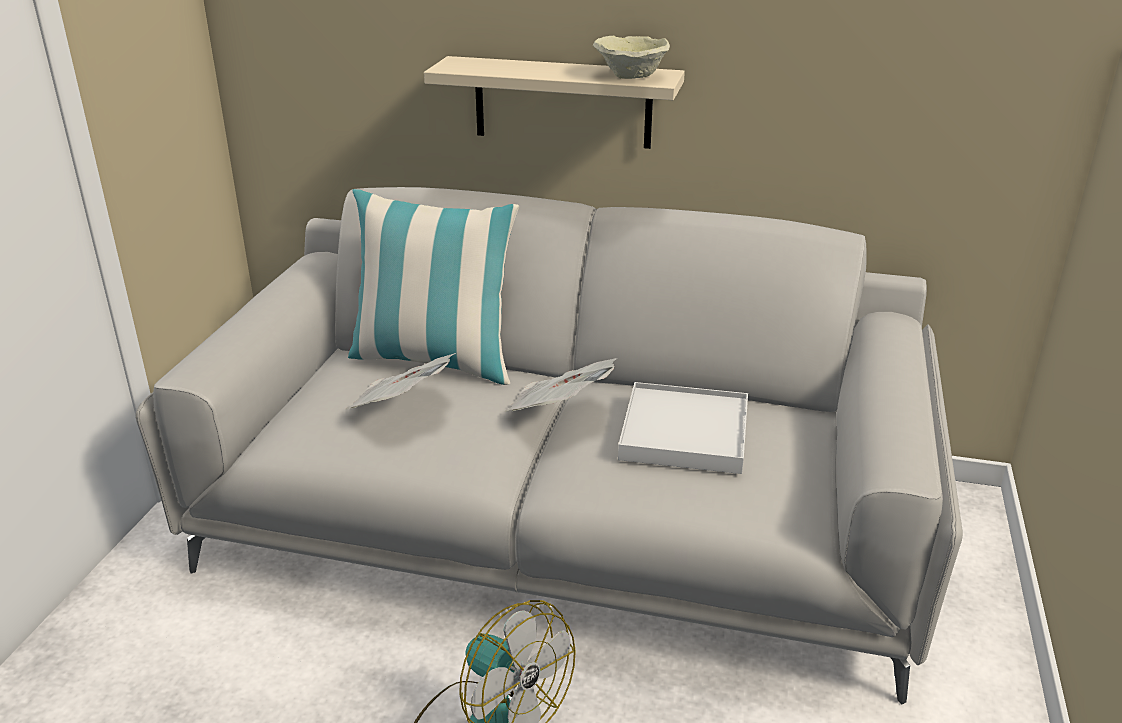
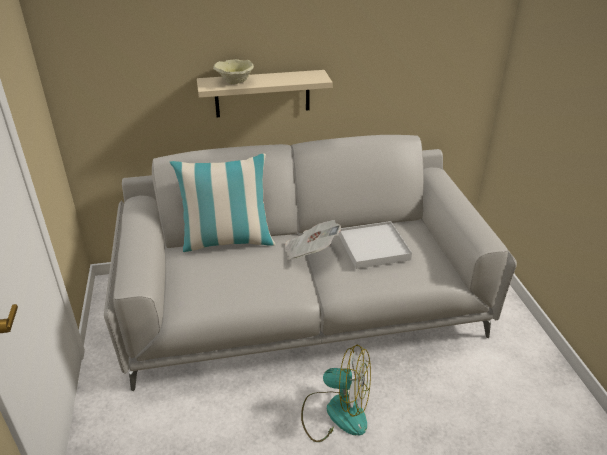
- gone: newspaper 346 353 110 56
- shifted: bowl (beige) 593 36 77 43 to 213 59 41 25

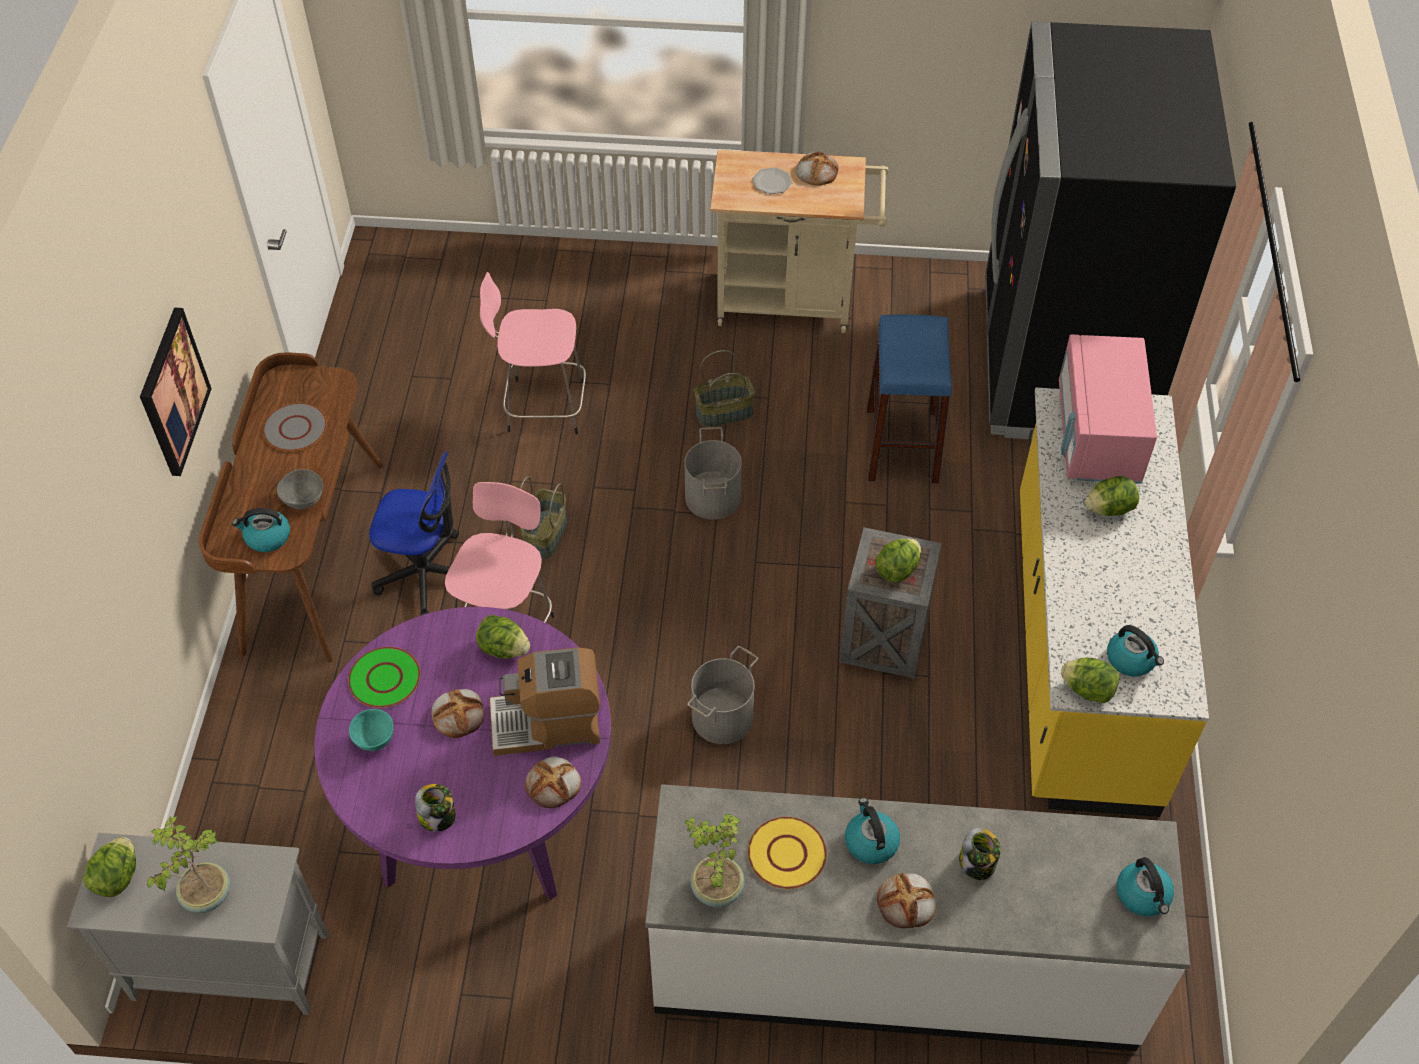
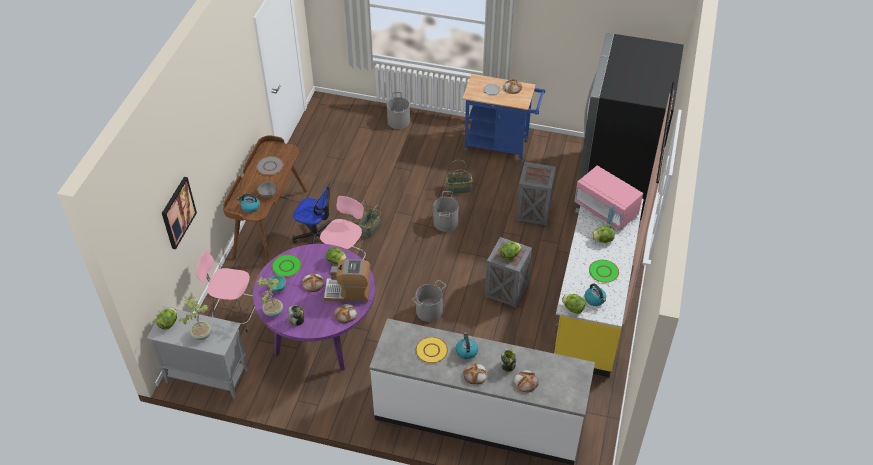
- shifted: picture 140 308 72 168 to 162 177 35 72
- shifted: stool (pink) 480 272 106 163 to 196 250 59 82
- shifted: potted plant 685 814 60 93 to 257 277 26 40
- repainted: cart (beige) 710 149 178 184 to cart (blue) 462 74 83 88
- swapped: stool (blue) 867 314 85 170 to crate 516 162 40 63
- rotated: microwave (pink) 1059 334 98 150 = 574 166 69 64 60 degrees counterclockwise
- gone: kettle 1117 857 57 59
- new: bucket (grey) 387 92 23 37
- new: bread 514 370 25 23
- new: plate (green) 589 260 30 23

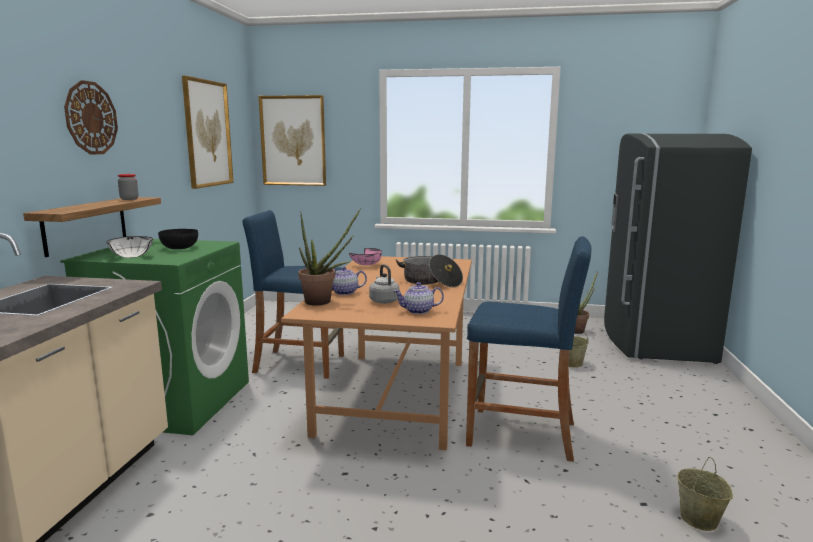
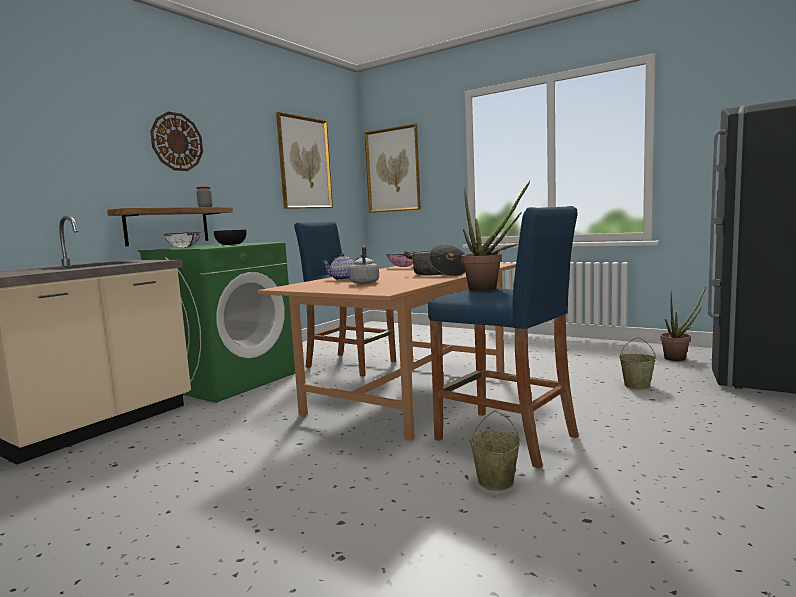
- shifted: potted plant 298 208 63 98 to 462 181 68 110
- gone: teapot 394 282 50 32
- shifted: bucket (beige) 677 457 56 74 to 469 411 51 80

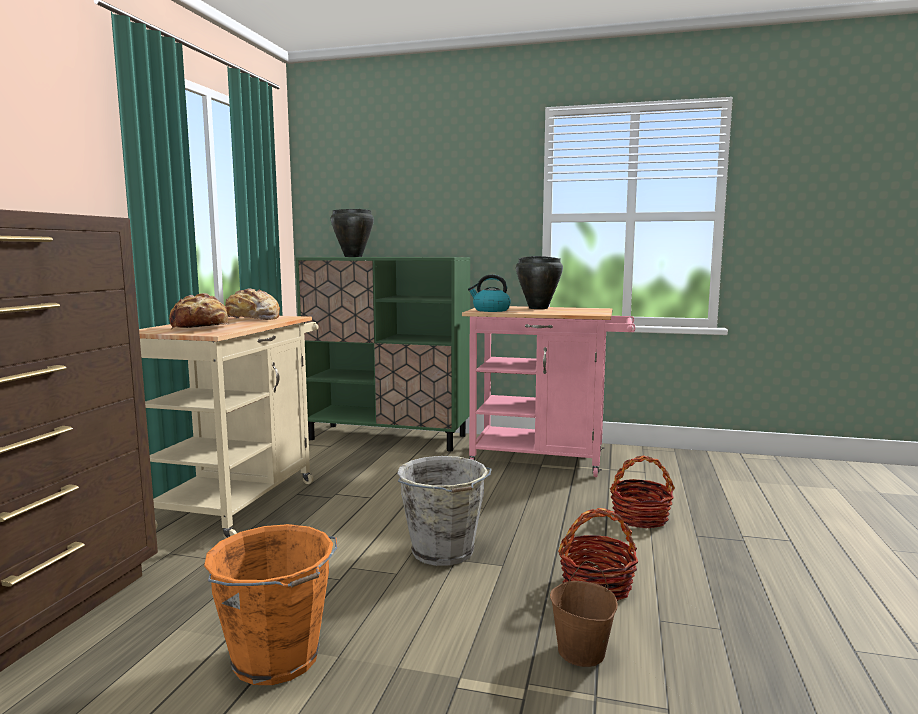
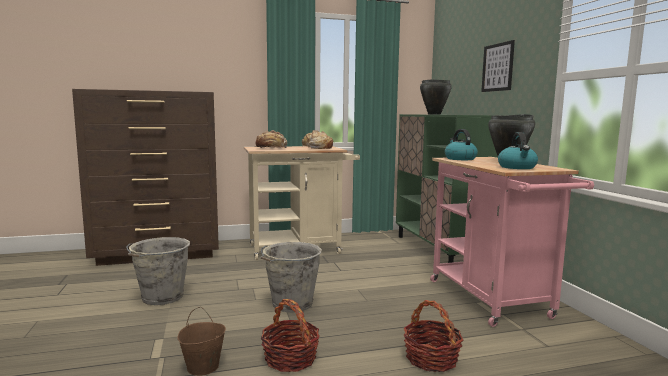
- repainted: bucket (orange) 204 524 134 161 to bucket (grey) 126 237 64 68
- new: picture 481 40 34 52
- new: kettle 498 132 40 37

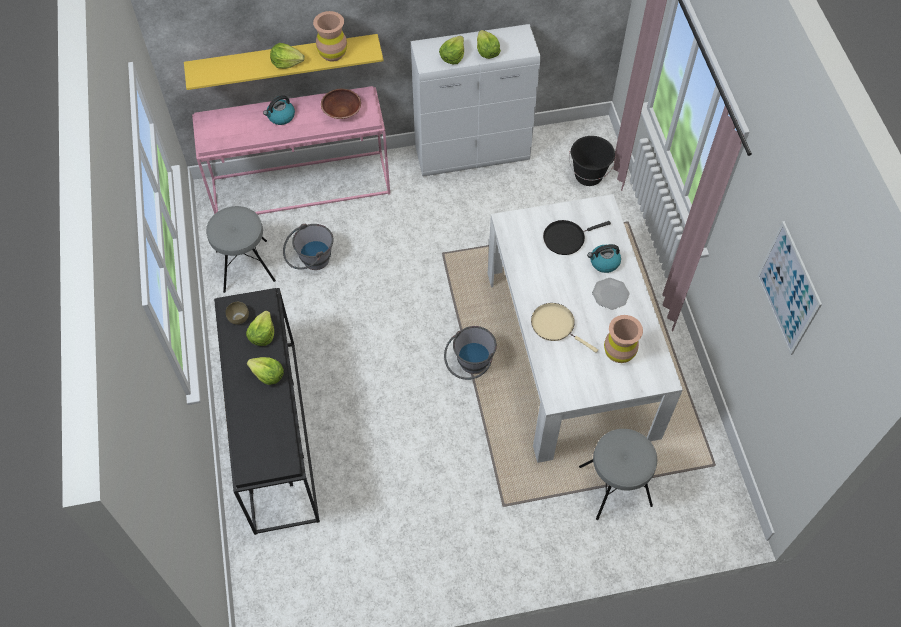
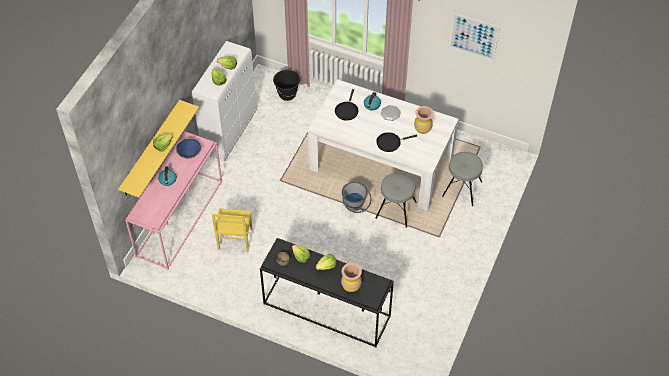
- shifted: stool (grey) 206 206 70 87 to 376 173 41 55
- swapped: bucket (grey) 283 224 51 46 to chair (yellow) 212 208 40 44
- shifted: vase (brown) 313 11 34 51 to 341 263 21 29
- repainted: bowl (brown) 321 89 40 30 to bowl (blue) 176 138 26 20
- repainted: frying pan (beige) 531 303 67 50 to frying pan (black) 376 132 41 20

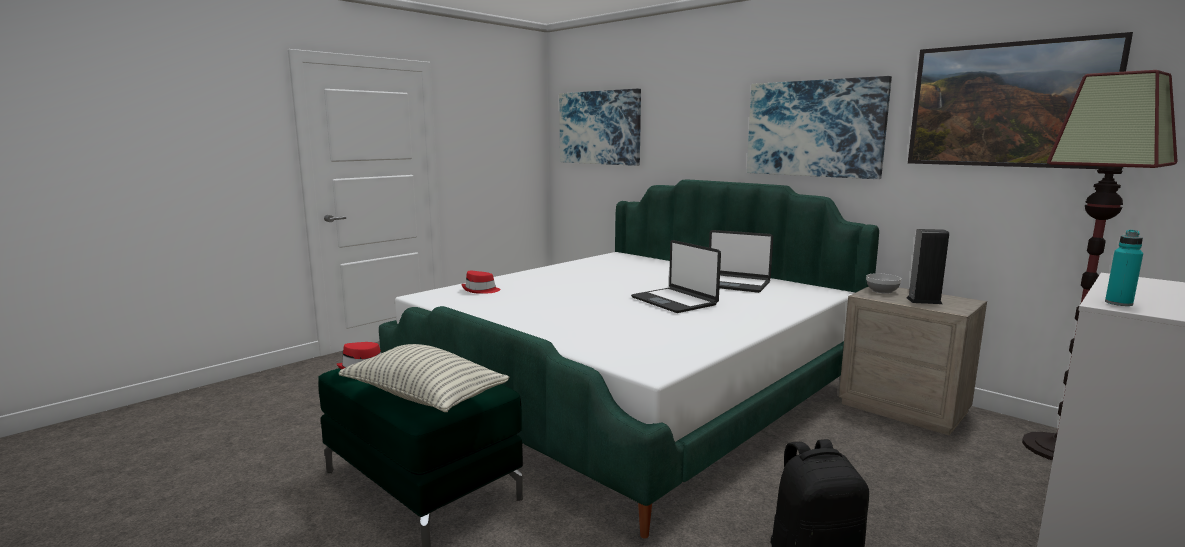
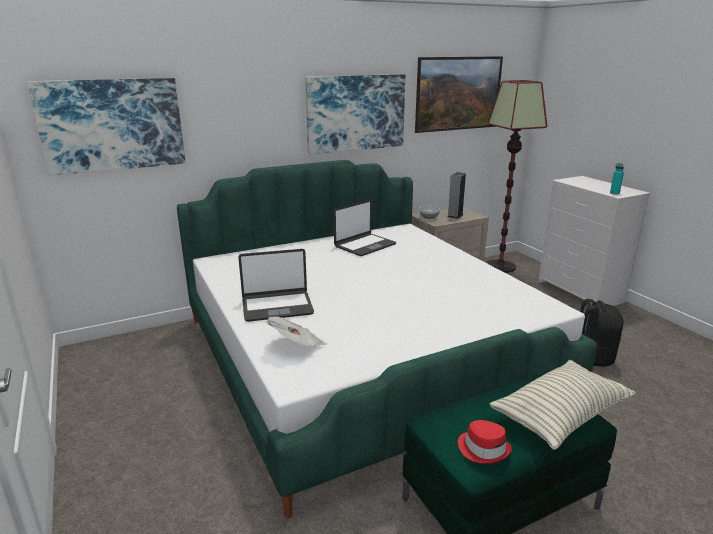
- swapped: hat (red) 461 271 40 23 to newspaper 264 317 63 30
- shifted: laptop 631 240 90 73 to 238 249 76 73

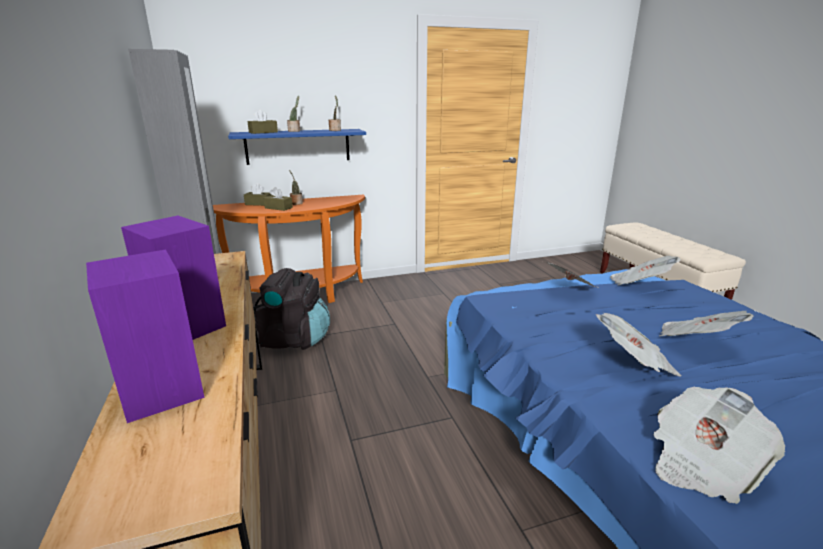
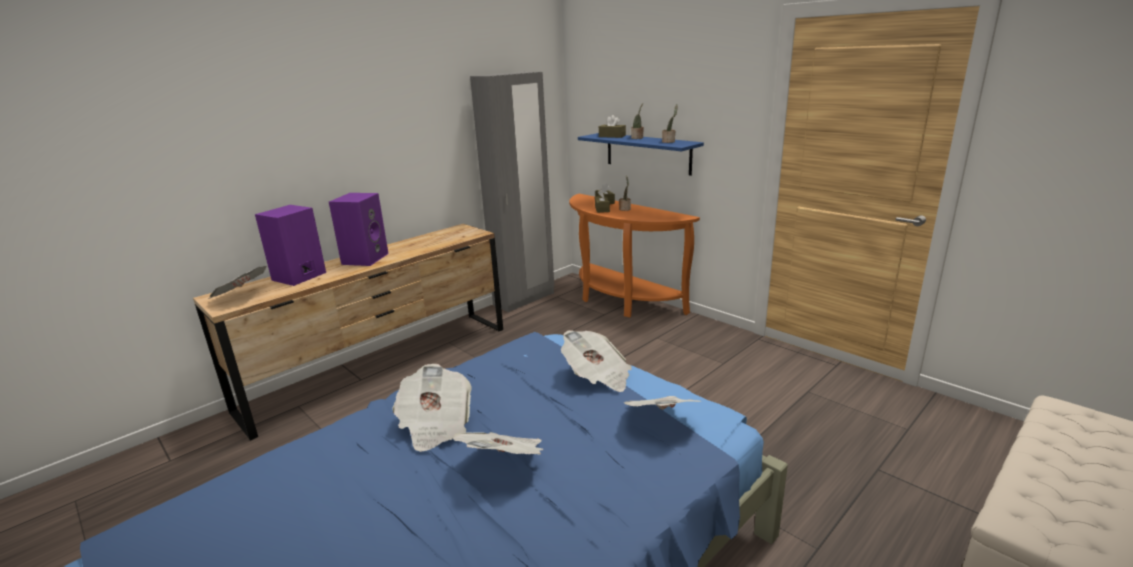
- gone: backpack (black) 254 268 76 82
- shifted: newspaper 653 387 132 117 to 208 266 59 33

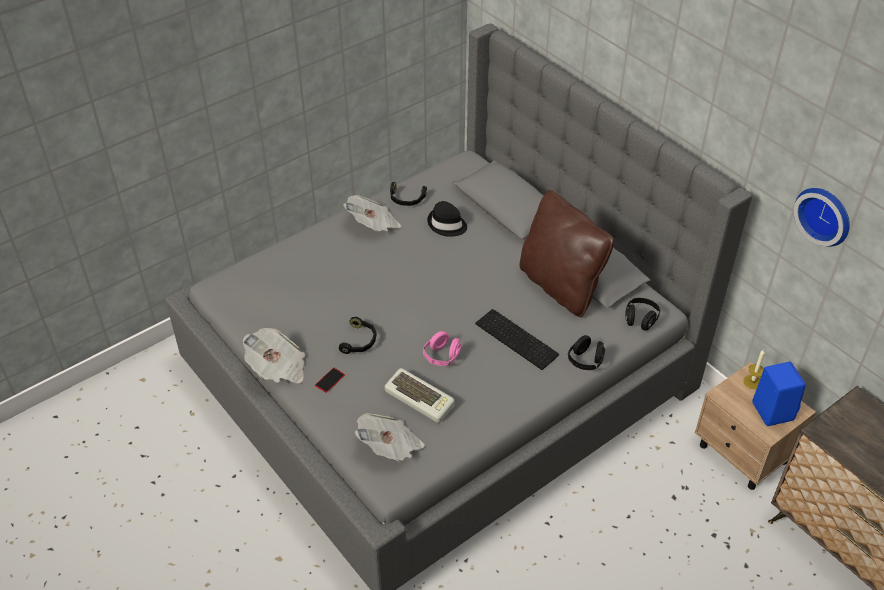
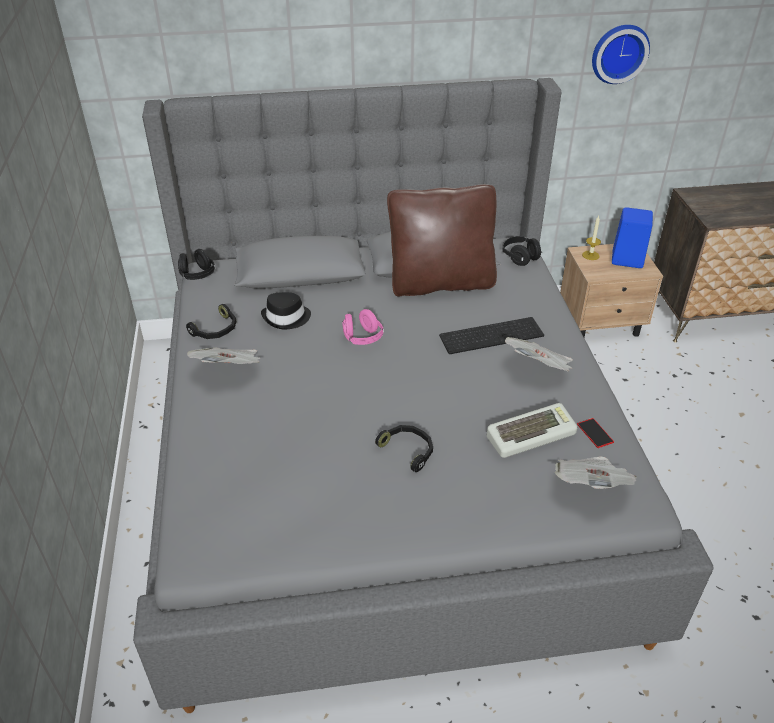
- shifted: newspaper 243 328 62 56 to 505 337 68 35
- shifted: phone 315 368 30 25 to 577 418 37 30
- shifted: headphones (pink) 423 331 38 35 to 342 309 42 36
- shifted: headphones (black) 567 335 38 35 to 178 249 37 31

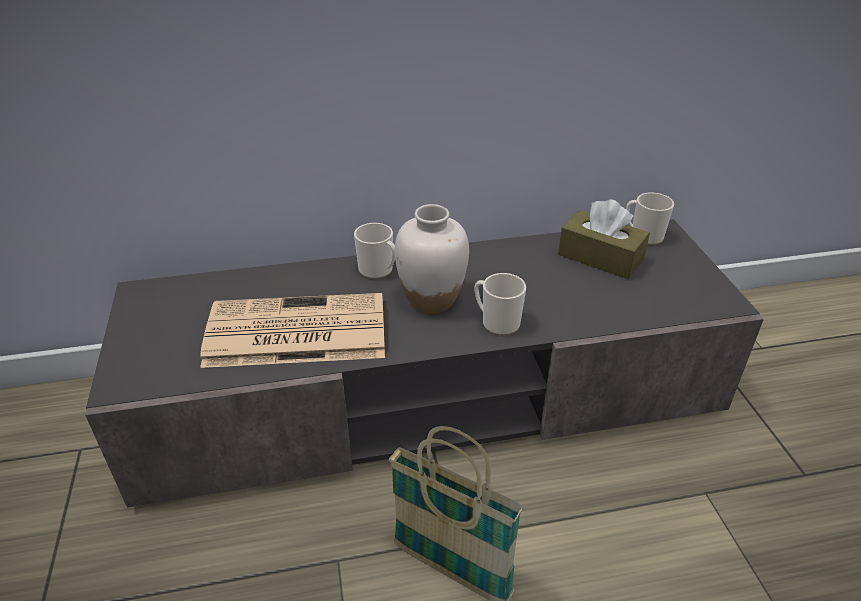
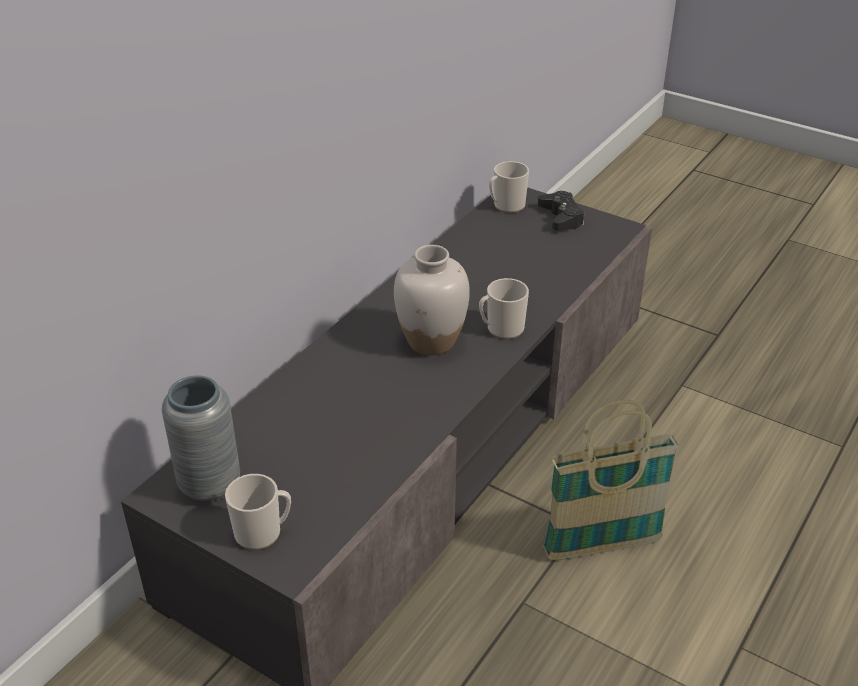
- gone: newspaper 200 293 185 75
- shifted: mug 354 223 41 56 to 225 474 66 76
- gone: tissue box (brown) 558 199 92 80
- new: vase (grey) 162 375 78 127
- new: game controller (black) 538 191 46 39

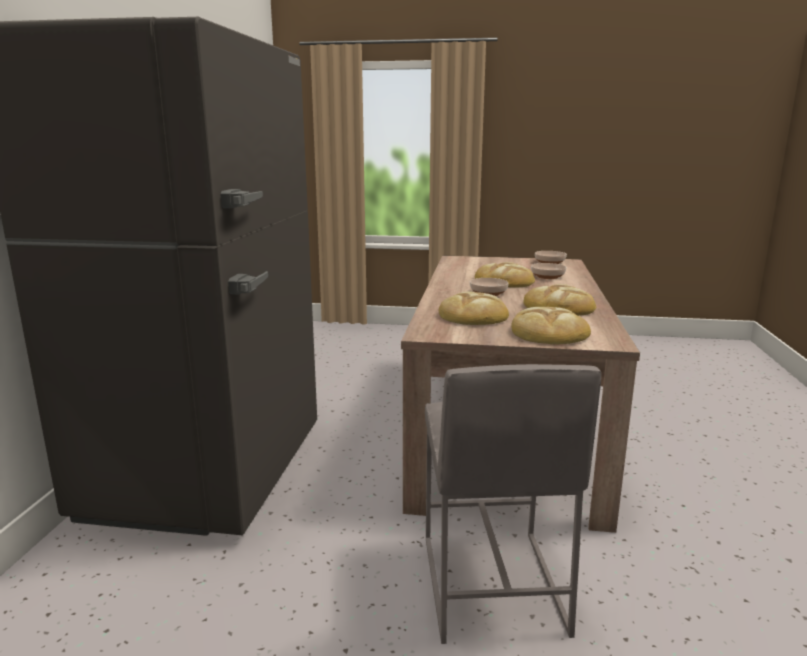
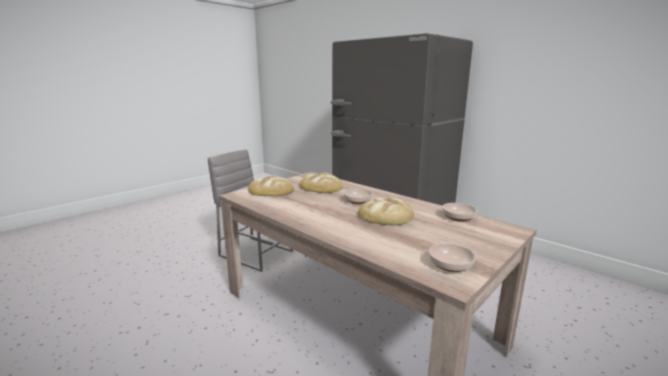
- gone: bread 524 284 72 32
- shifted: bowl 531 263 36 16 to 442 203 35 19

